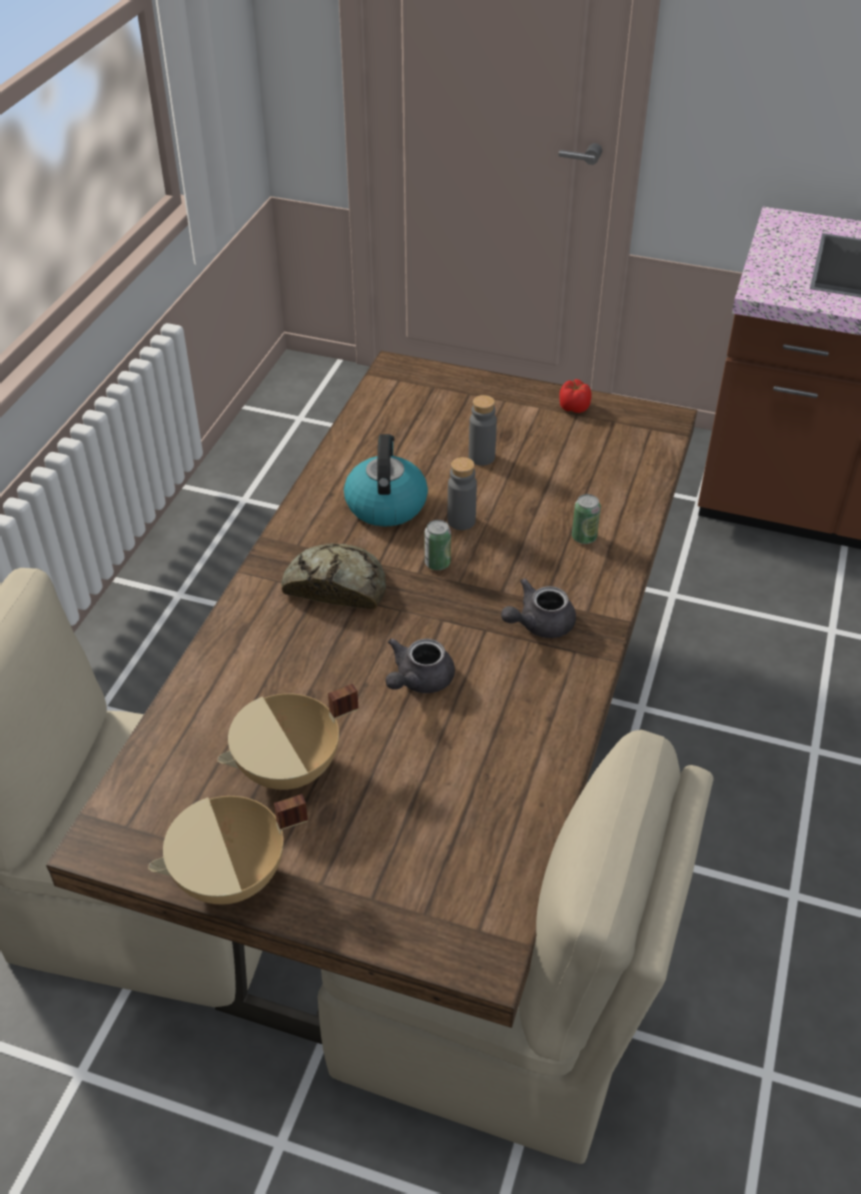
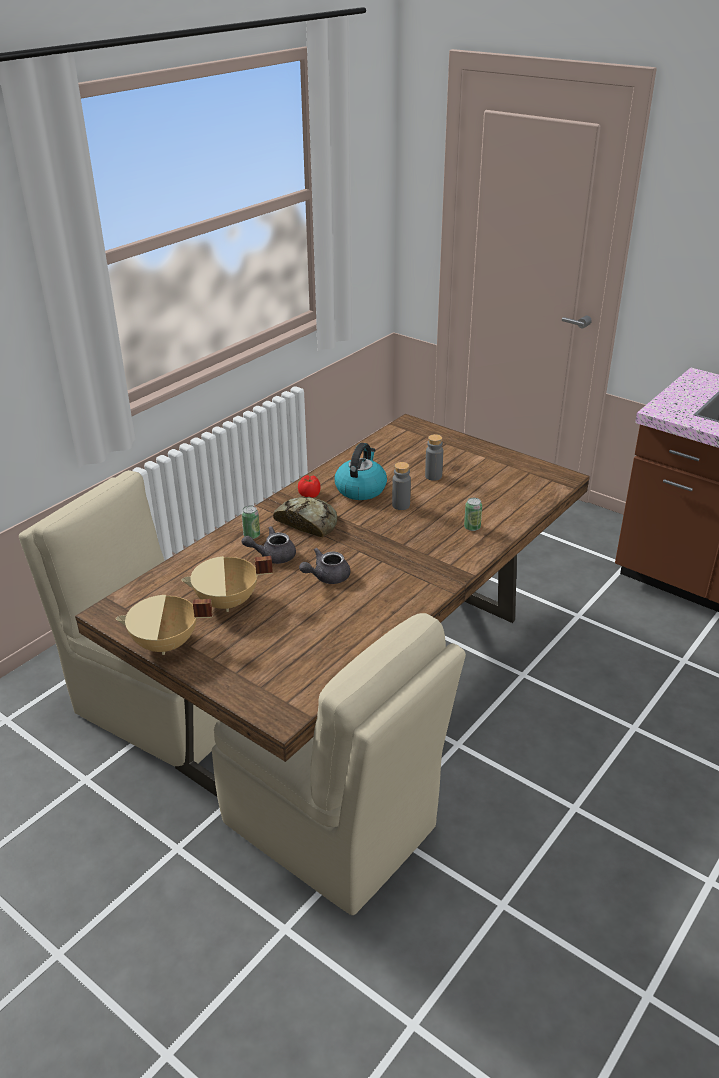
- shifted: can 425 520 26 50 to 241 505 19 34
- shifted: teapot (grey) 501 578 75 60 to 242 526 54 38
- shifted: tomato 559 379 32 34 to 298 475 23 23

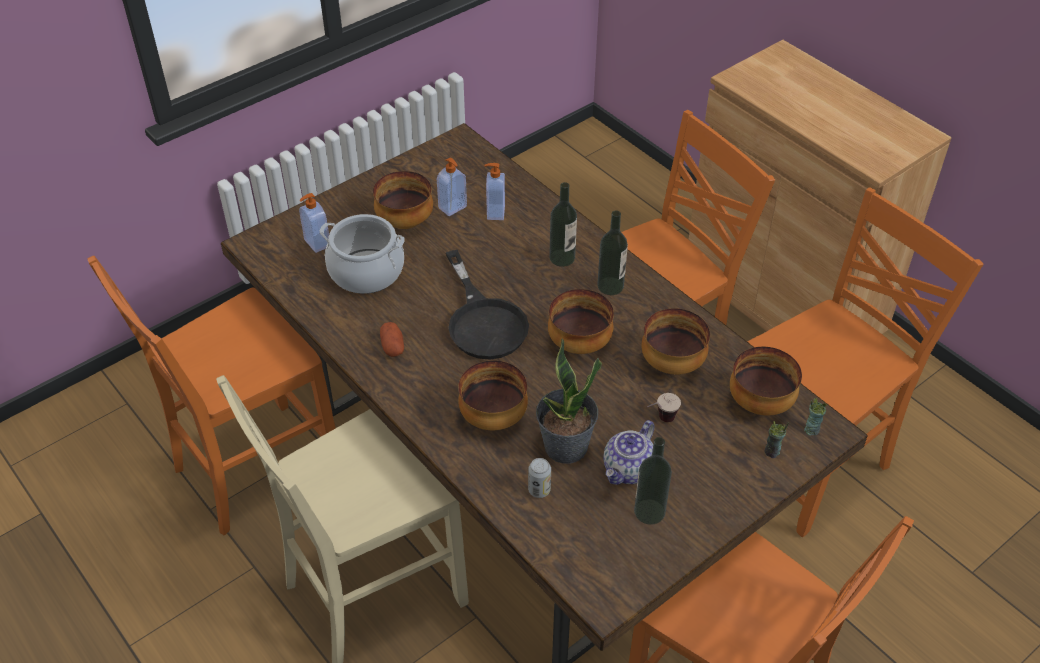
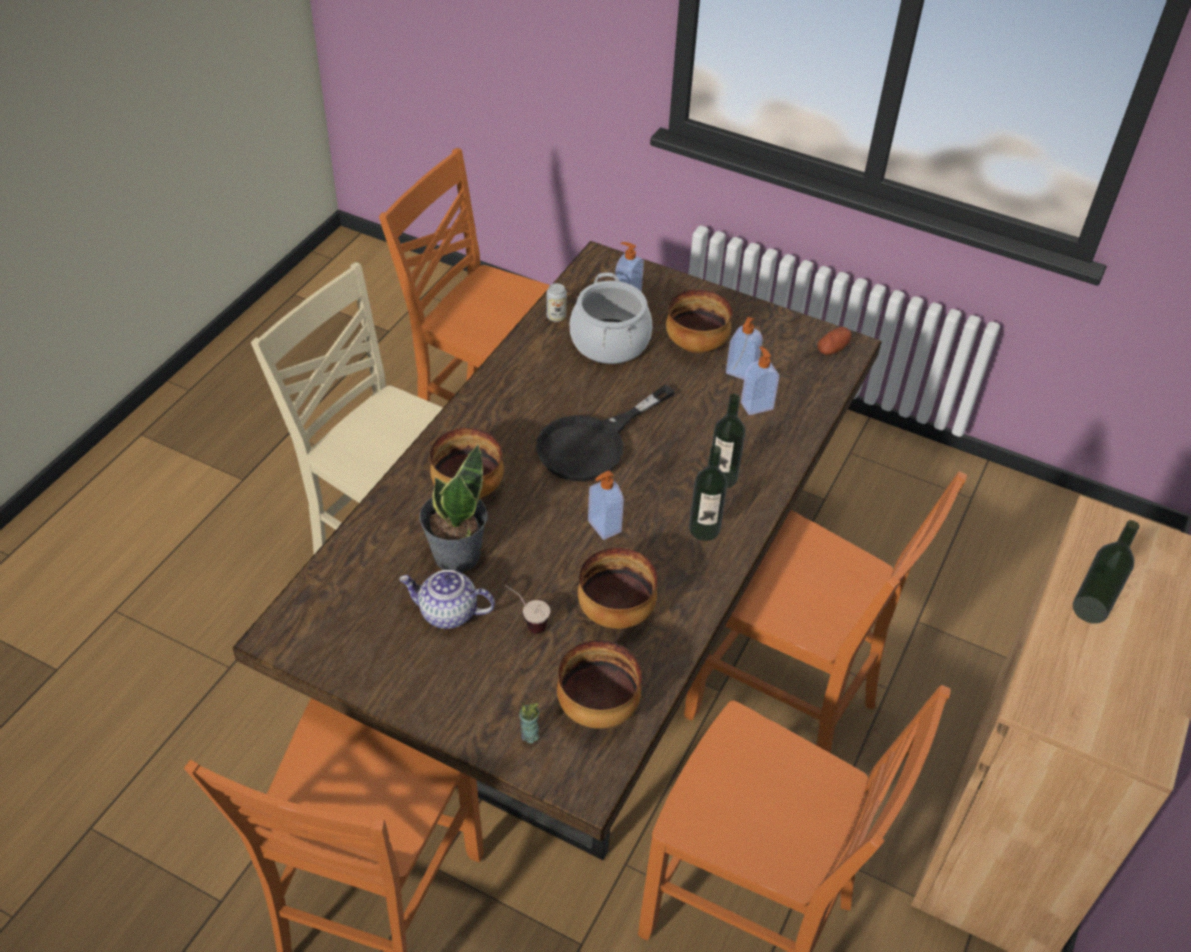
- shifted: potato 380 322 24 35 to 817 327 35 28
- shifted: can 528 458 23 40 to 547 283 20 39
- swapped: bowl 548 289 66 65 to soap dispenser 588 470 36 70
- shifted: bottle 634 437 38 88 to 1073 520 67 104
- gone: cup 804 398 23 38

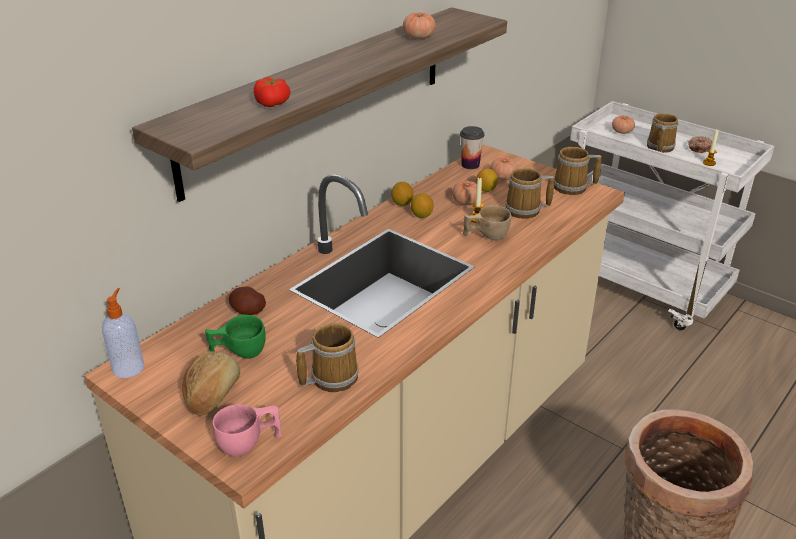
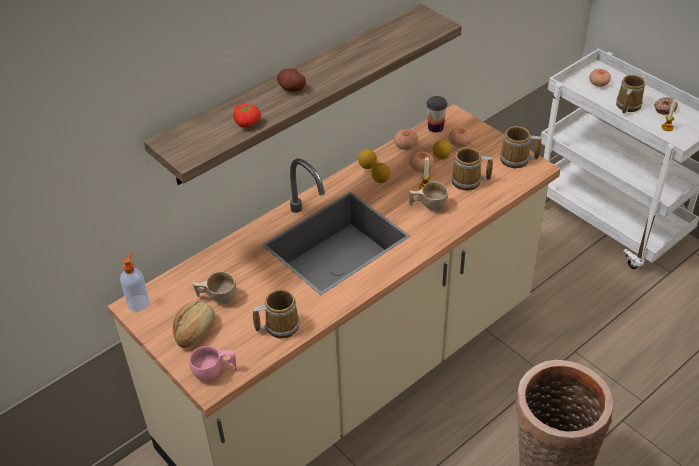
- repainted: cup (green) 205 315 61 43 to cup (beige) 193 272 43 32
- shifted: potato 229 287 37 28 to 277 68 29 24
- shifted: tomato 403 12 33 27 to 394 129 24 21

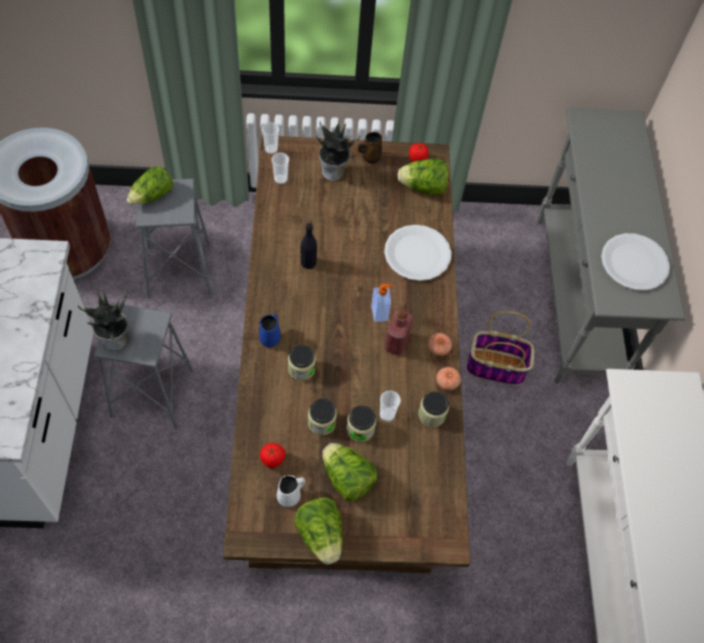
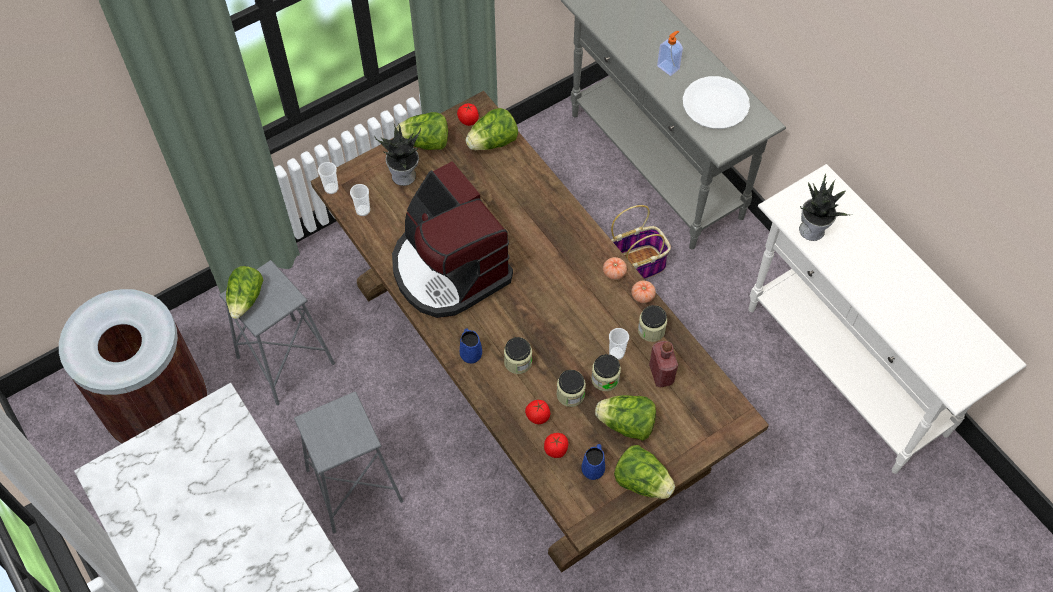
- shifted: potted plant 78 291 50 60 to 799 173 49 68
- repainted: mug (white) 277 475 28 32 to mug (blue) 581 444 24 36
- swapped: bottle (black) 300 220 17 49 to coffee machine 392 161 121 157
- swapped: mug (brown) 358 132 24 32 to lettuce 396 112 52 38
- shifted: soap dispenser 371 284 22 38 to 657 31 26 45
- gone: plate (white) 384 225 67 56
- shifted: bottle (red) 384 310 29 45 to 649 341 29 46
- new: tomato 525 400 25 24

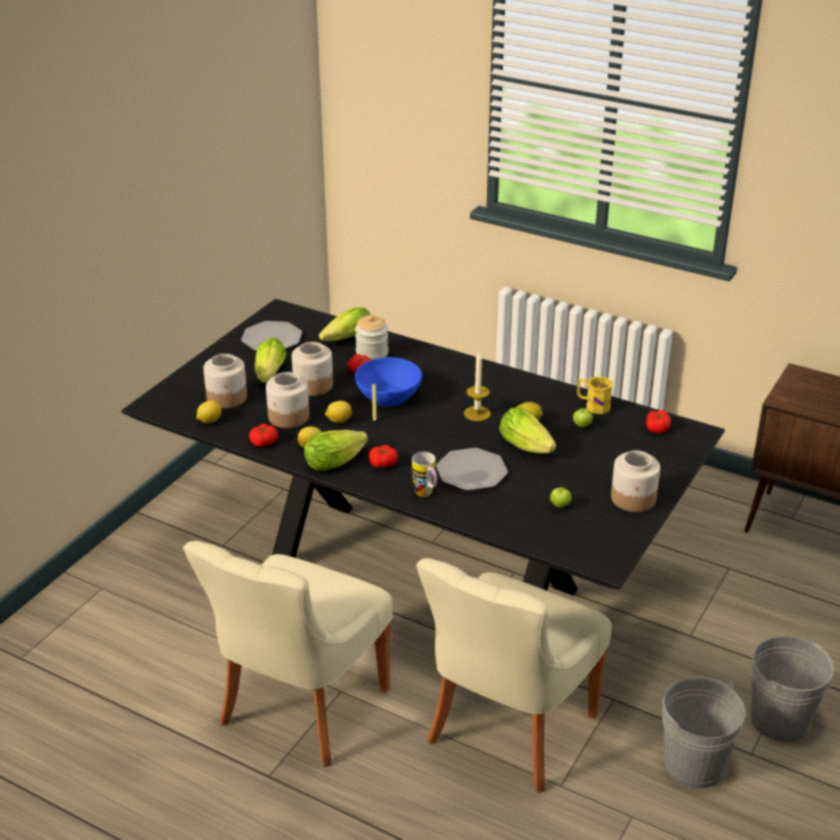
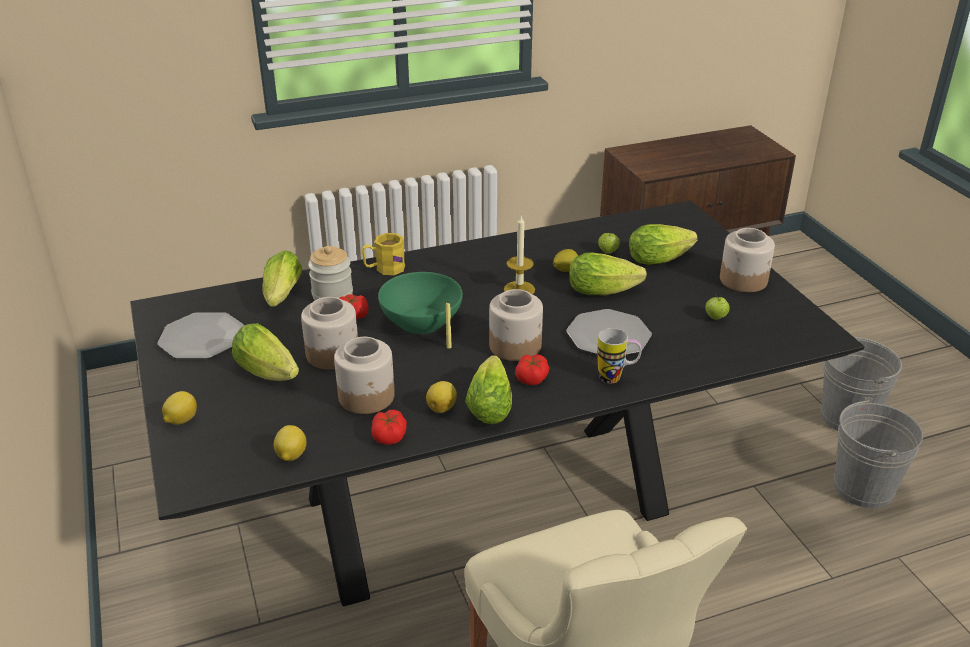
- shifted: jar 203 354 44 55 to 489 289 54 72
- shifted: lemon 325 401 27 22 to 162 391 35 34
- repainted: bowl (blue) 355 357 67 50 to bowl (green) 378 272 85 62
- gone: chair (beige) 416 558 196 235
- shifted: mug (yellow) 577 376 36 38 to 362 233 43 42
- gone: tomato 646 410 25 23
- new: lettuce 629 224 69 41

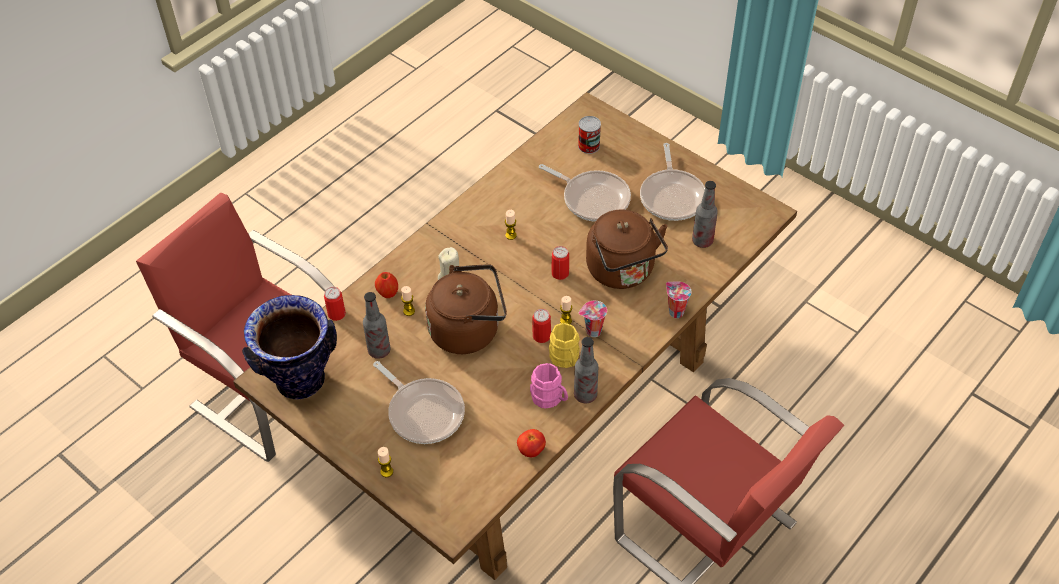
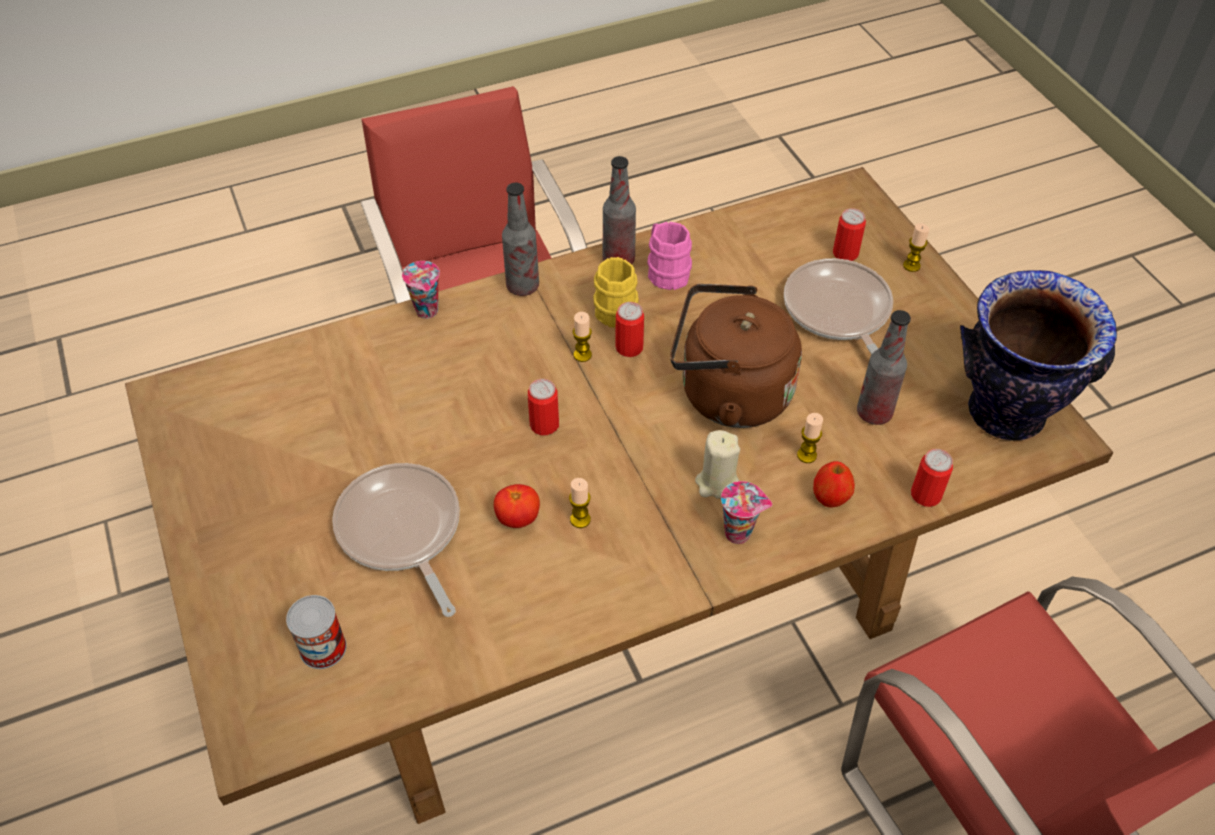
- shifted: tomato 517 429 29 28 to 494 484 46 44
- shifted: cup 578 300 29 37 to 721 481 51 63
- gone: kettle (brown) 586 210 82 79
- gone: frying pan 640 143 65 78
- shifted: bottle 692 181 26 67 to 502 183 37 113
- new: can 833 208 33 53

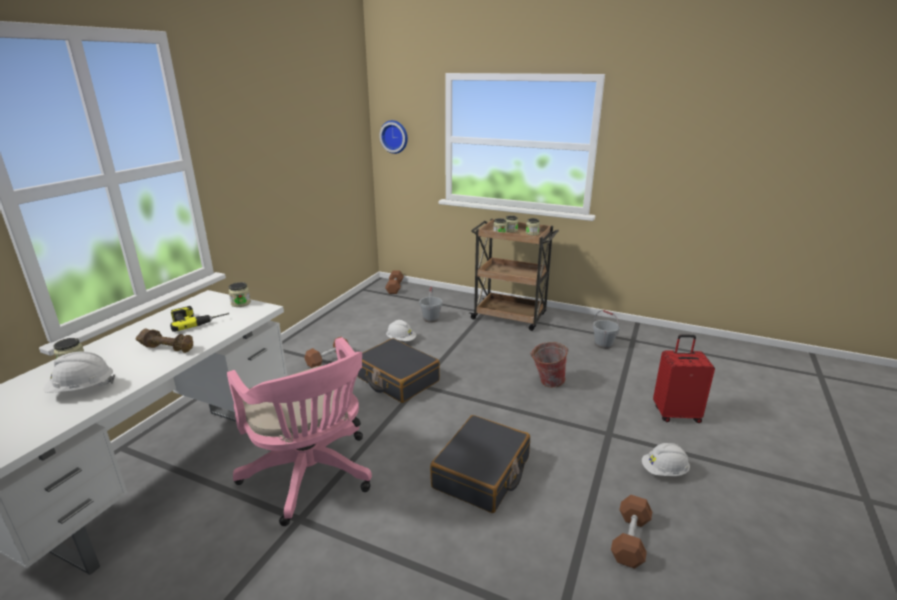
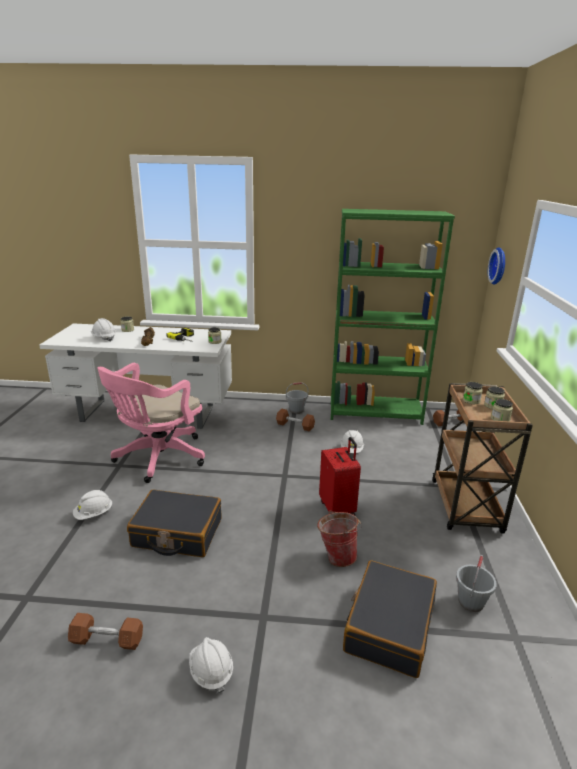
- shifted: suitcase (black) 357 338 83 65 to 343 560 94 118
- shifted: bucket (grey) 419 287 24 36 to 286 382 22 32
- shifted: suitcase (red) 653 334 62 89 to 319 437 42 78
- new: hard hat (white) 73 490 40 30
- new: bookcase (green) 331 209 124 216

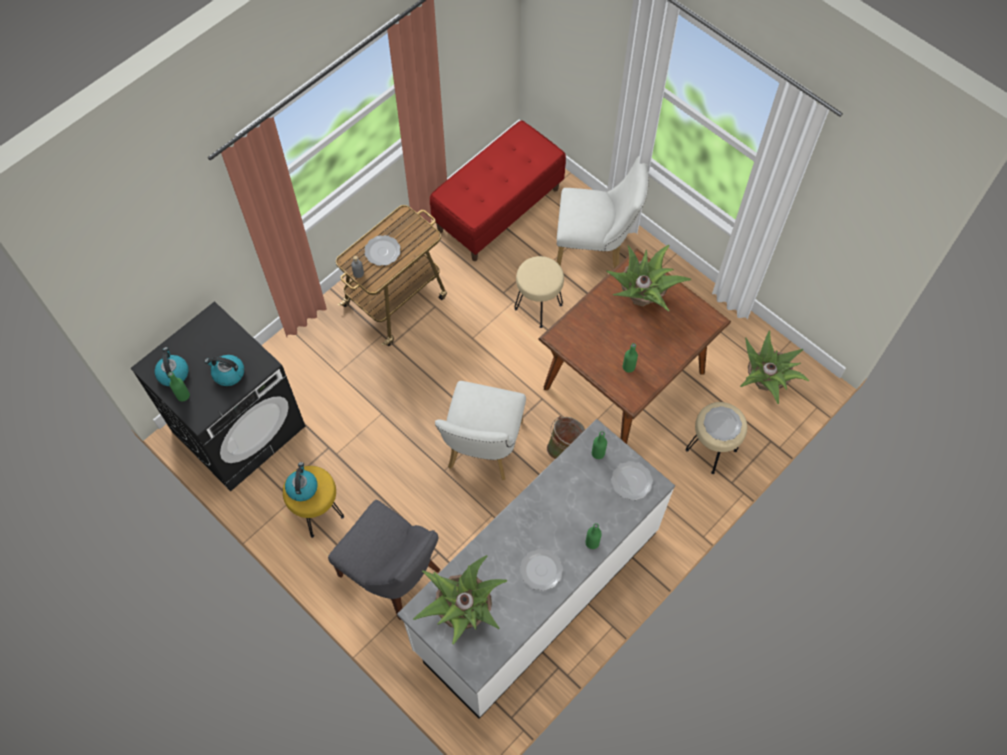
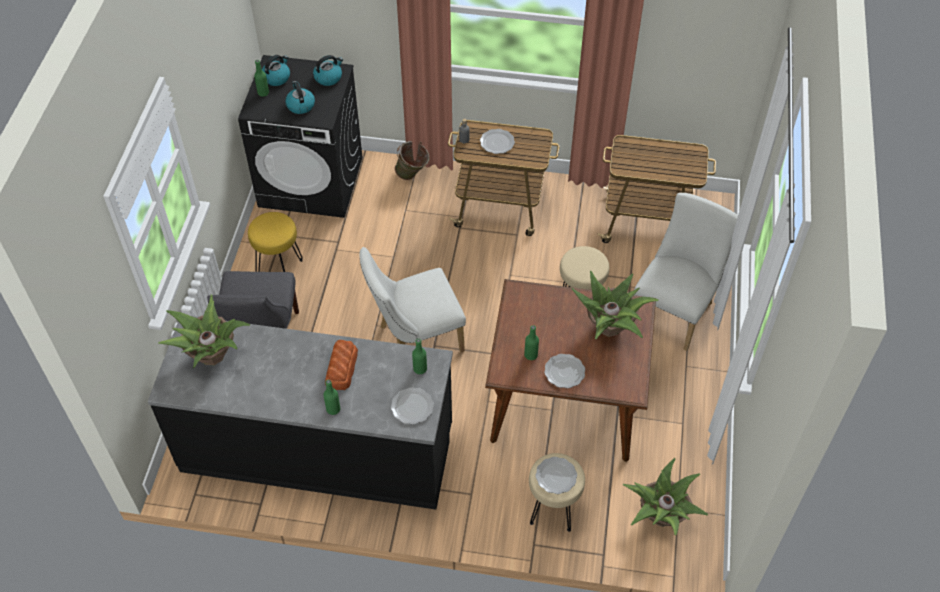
- shifted: kettle 285 462 33 39 to 313 55 30 31
- repainted: counter (white) 397 419 278 300 to counter (black) 148 316 305 193
- swapped: bench (red) 430 120 136 141 to cart 597 135 119 108
- shifted: plate 520 549 43 42 to 544 354 41 34
- shifted: bucket (green) 547 416 38 43 to 395 141 34 39
- rotated: chair (white) 557 156 92 113 = 634 193 104 158 120 degrees counterclockwise
- new: bread 325 340 33 50

